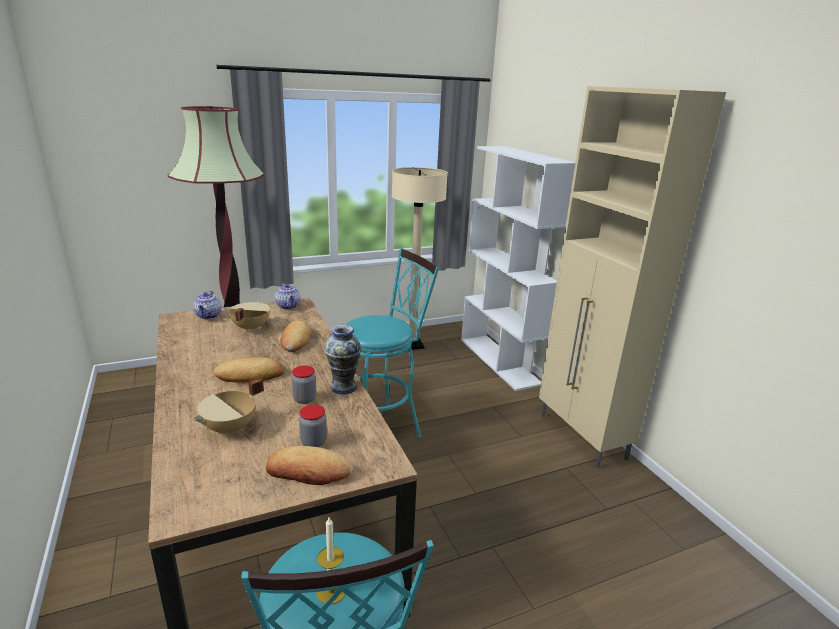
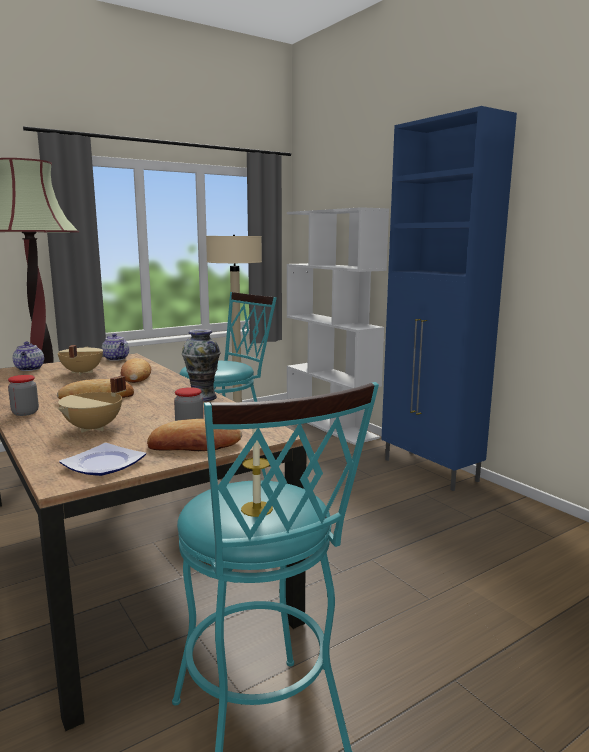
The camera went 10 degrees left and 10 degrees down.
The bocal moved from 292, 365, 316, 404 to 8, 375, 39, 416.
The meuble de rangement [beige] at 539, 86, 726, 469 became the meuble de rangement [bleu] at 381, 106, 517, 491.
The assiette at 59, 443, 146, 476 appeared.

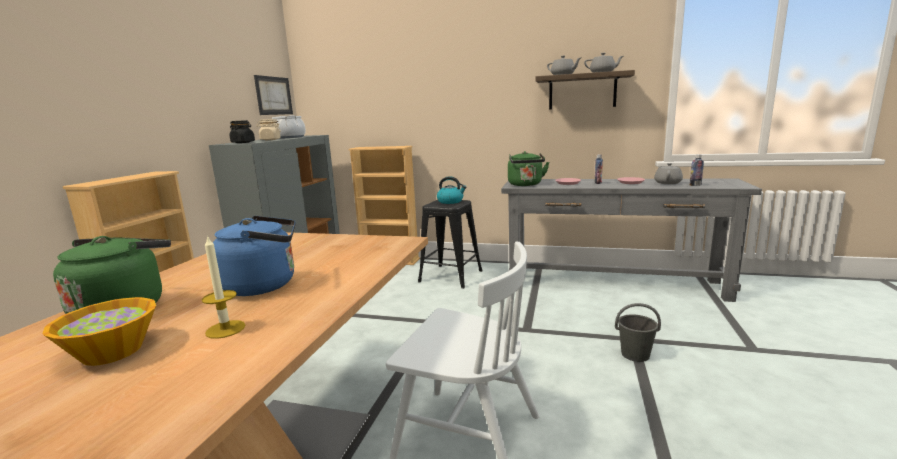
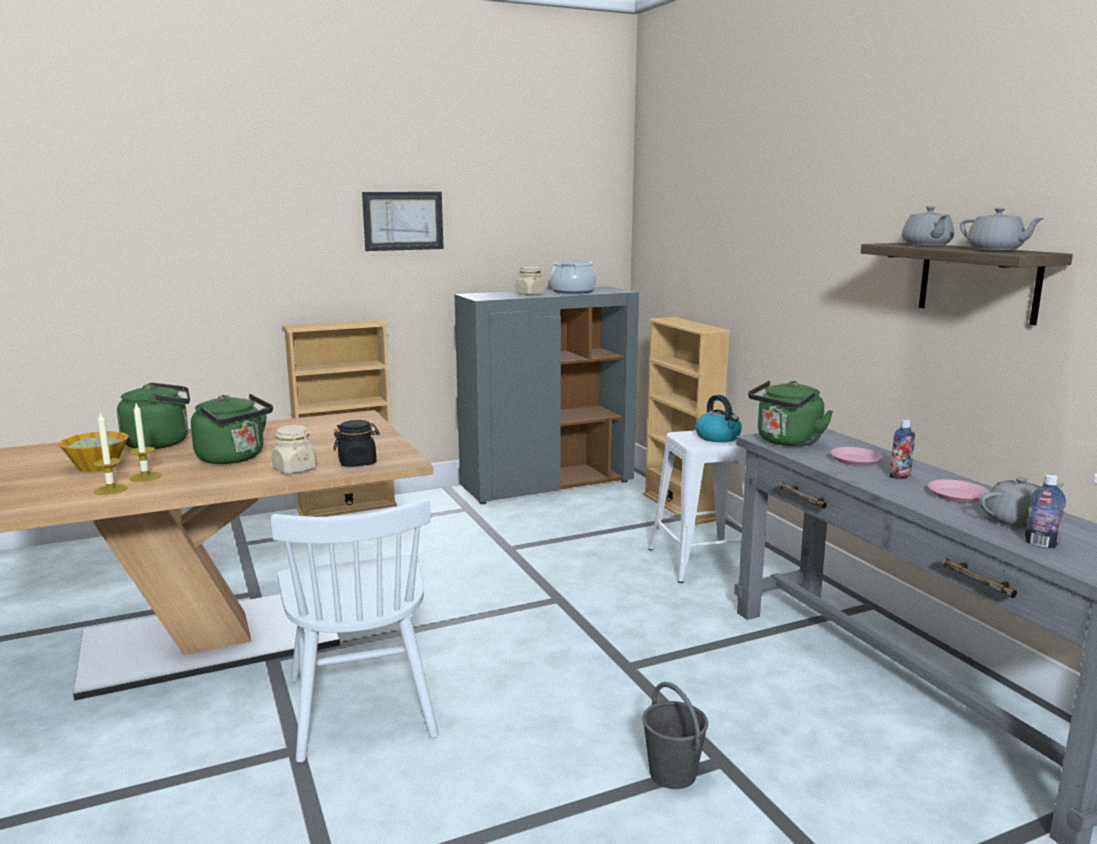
The camera went 50 degrees right and 0 degrees up.
The bouilloire [bleu] at 213, 216, 296, 296 became the bouilloire [vert] at 191, 394, 273, 464.
The bocal [noir] moved from 229, 120, 255, 143 to 333, 420, 380, 467.
The tableau moved from 254, 75, 293, 115 to 362, 192, 444, 251.
The tabouret [noir] at 418, 200, 482, 289 became the tabouret [blanc] at 648, 430, 747, 583.
The bougie at 93, 413, 127, 495 appeared.
The bocal [beige] at 271, 425, 317, 473 appeared.

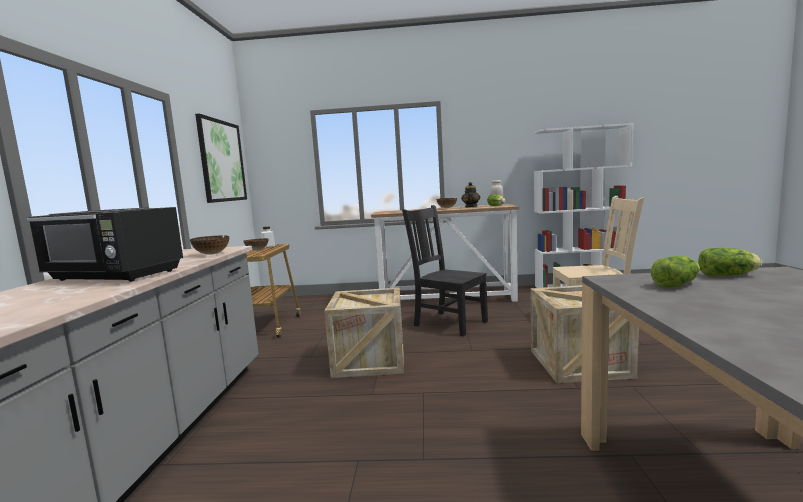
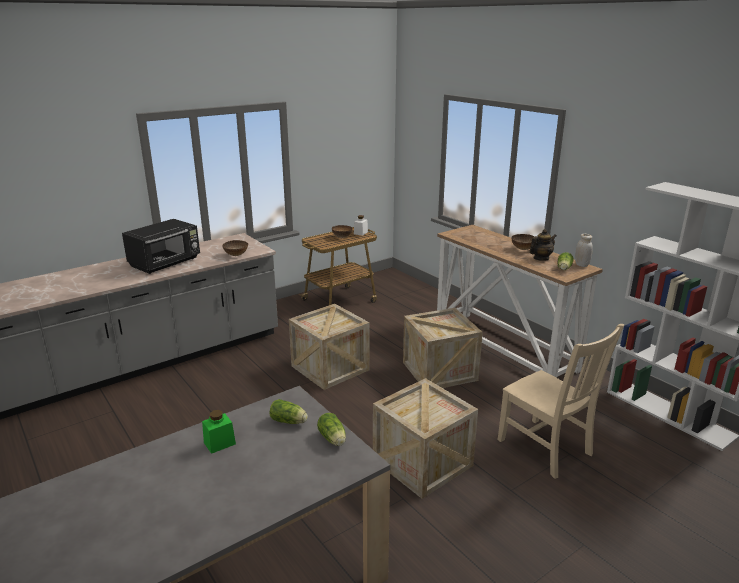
The camera went 50 degrees right and 15 degrees up.
The micro-ondes [noir] at 26, 207, 183, 282 turned 120 degrees counterclockwise.
The tableau at 195, 114, 247, 203 disappeared.
The chaise [noir] at 402, 205, 488, 336 was replaced by the caisse at 403, 308, 483, 388.
The bocal [vert] at 202, 410, 236, 454 appeared.

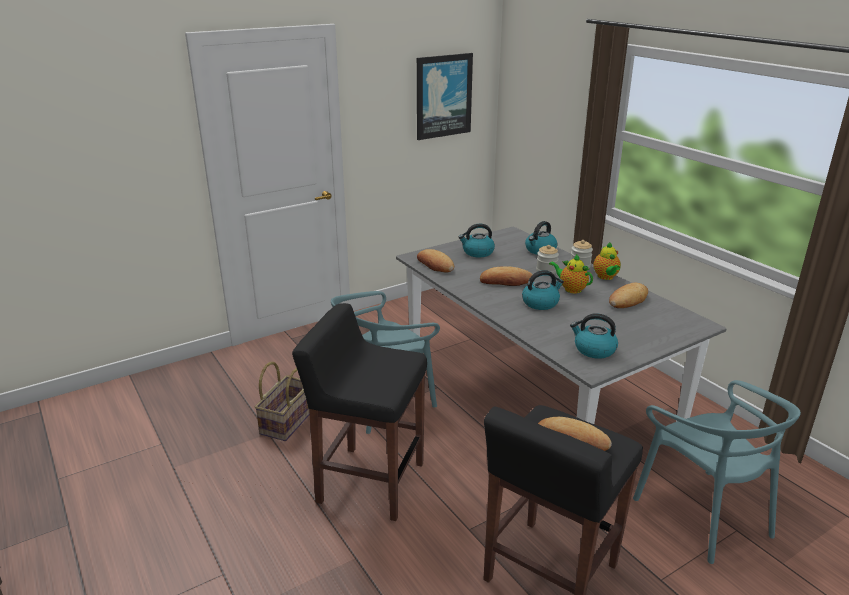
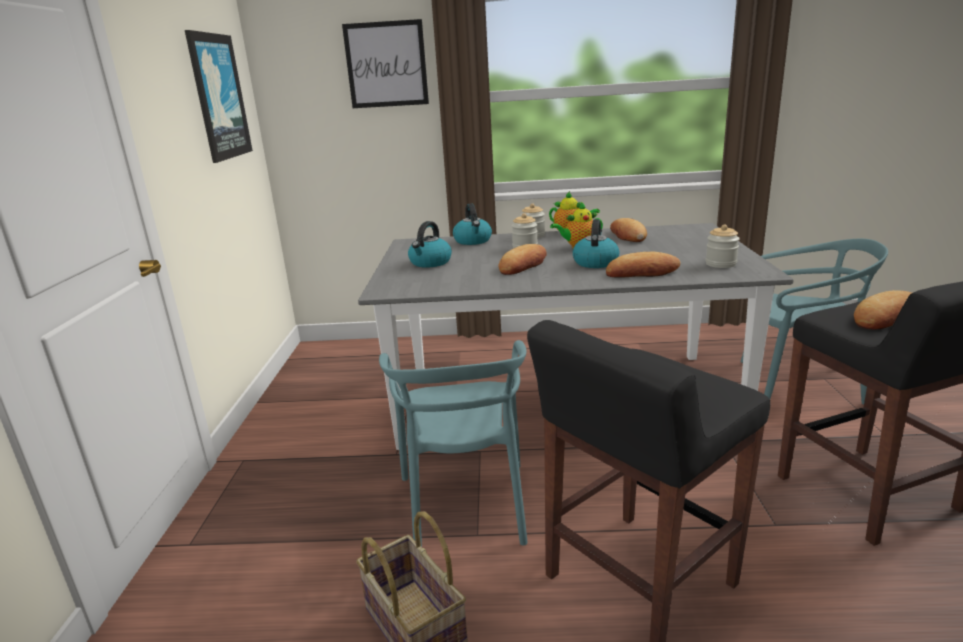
The camera went 55 degrees left and 5 degrees down.
The pain moved from 417, 249, 454, 273 to 606, 252, 681, 278.
The bouilloire at 570, 313, 618, 359 was replaced by the bocal at 706, 224, 740, 268.
The tableau at 342, 19, 429, 108 appeared.

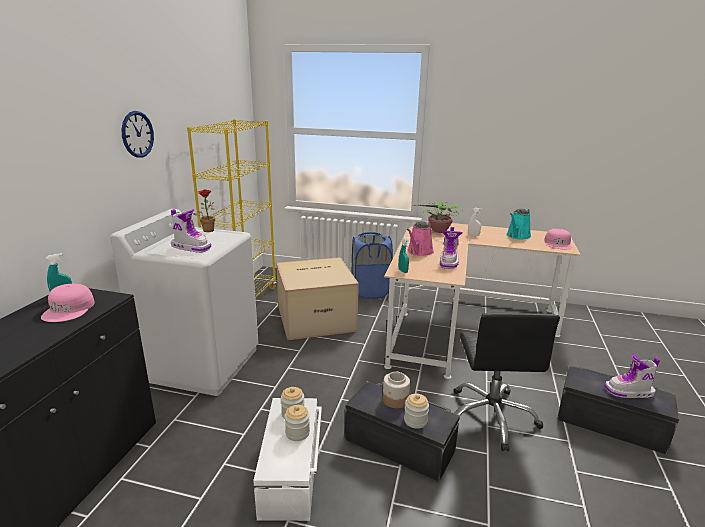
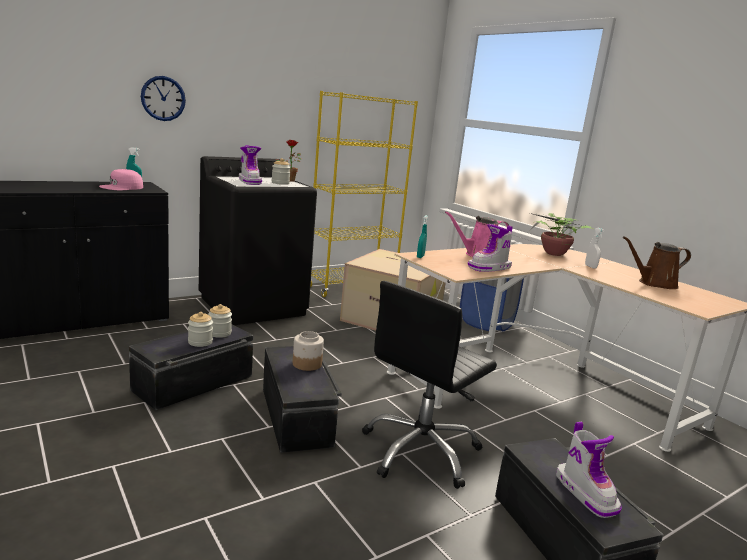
The camera went 40 degrees right and 5 degrees down.
The lave-linge [blanc] at 110, 209, 258, 396 became the lave-linge [noir] at 199, 156, 317, 325.
The horloge murale moved from 121, 111, 154, 157 to 141, 76, 186, 121.
The boîte de rangement [blanc] at 253, 398, 322, 521 became the boîte de rangement [noir] at 129, 324, 253, 411.
The bocal moved from 404, 394, 429, 429 to 271, 158, 291, 185.
The arrosoir [turquoise] at 506, 209, 531, 239 became the arrosoir [marron] at 623, 236, 691, 289.
The casquette [rose] at 544, 229, 572, 249 disappeared.
The botte at 604, 353, 660, 398 turned 150 degrees counterclockwise.

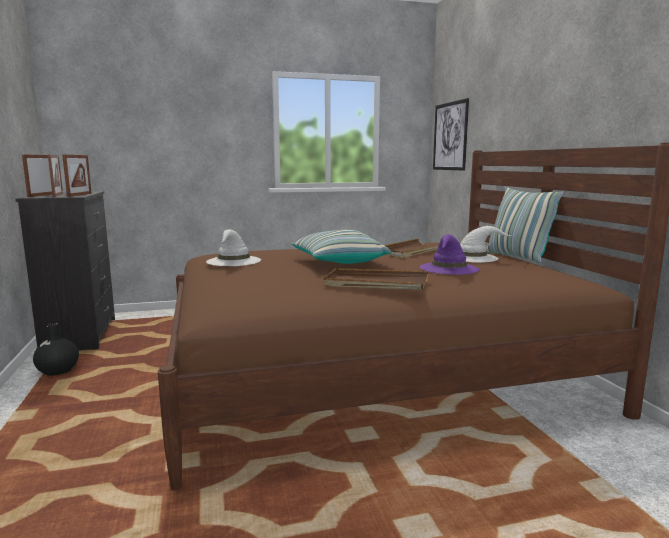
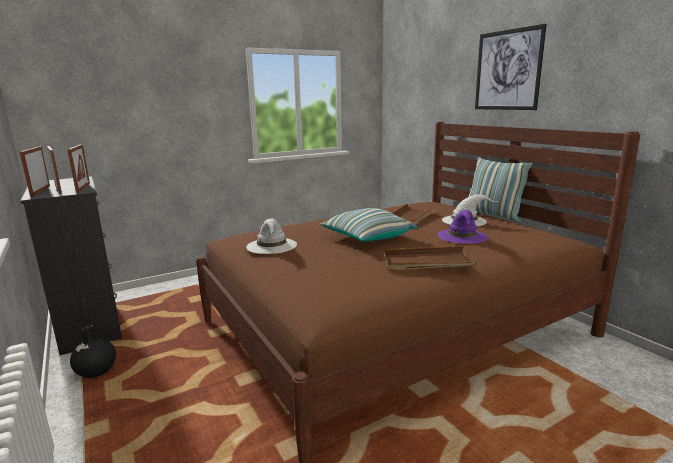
The camera went 15 degrees left and 5 degrees up.
The tableau moved from 433, 98, 469, 171 to 475, 24, 547, 110.

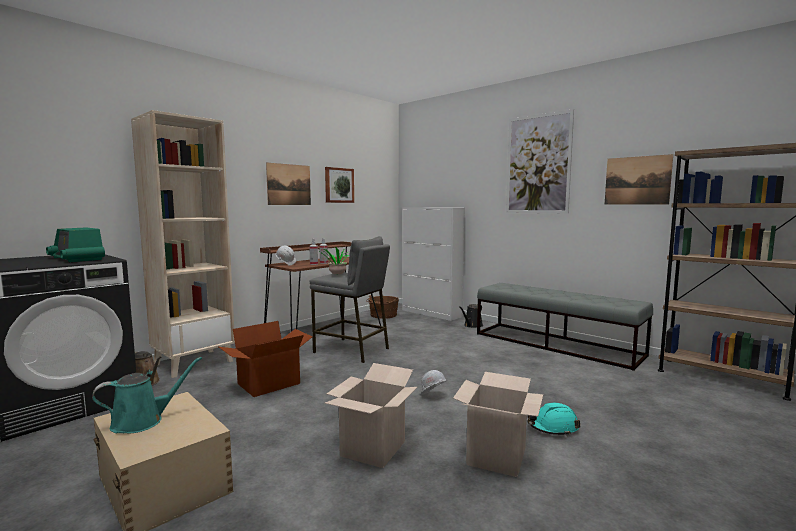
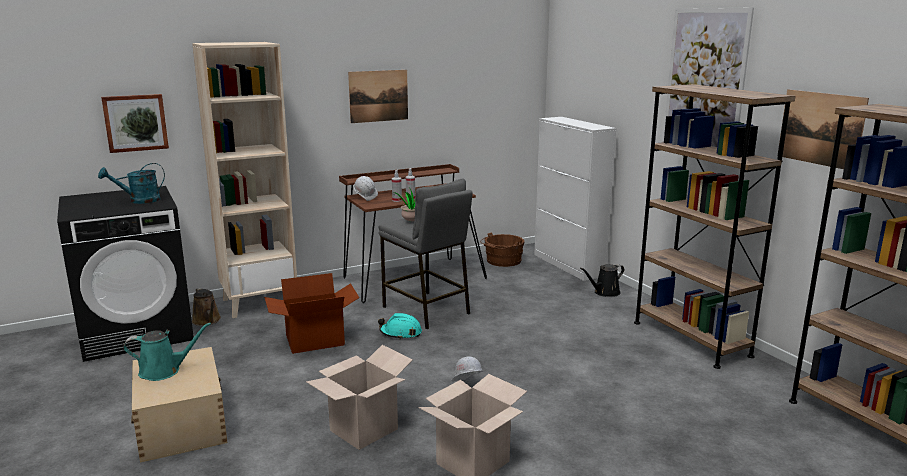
The camera went 20 degrees right and 10 degrees up.
The radio at 46, 227, 105, 262 was replaced by the arrosoir [turquoise] at 98, 163, 165, 204.
The tableau moved from 325, 167, 354, 203 to 101, 94, 169, 153.
The banc [gris] at 477, 283, 653, 371 was replaced by the bibliothèque [marron] at 634, 84, 796, 369.
The casque de chantier [turquoise] moved from 528, 403, 580, 436 to 378, 313, 422, 340.

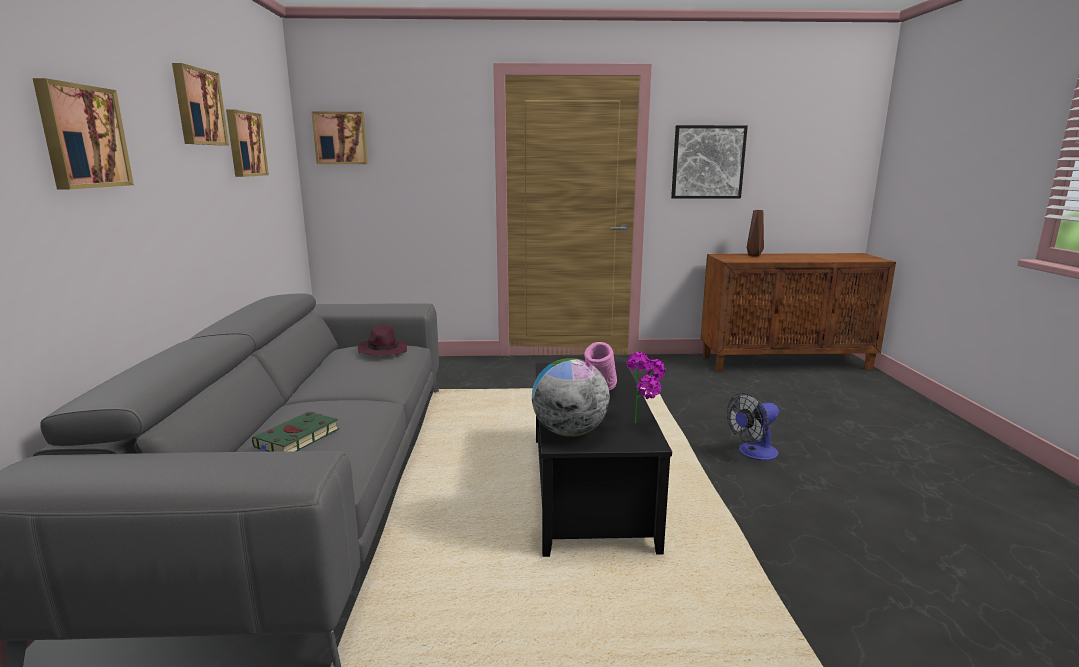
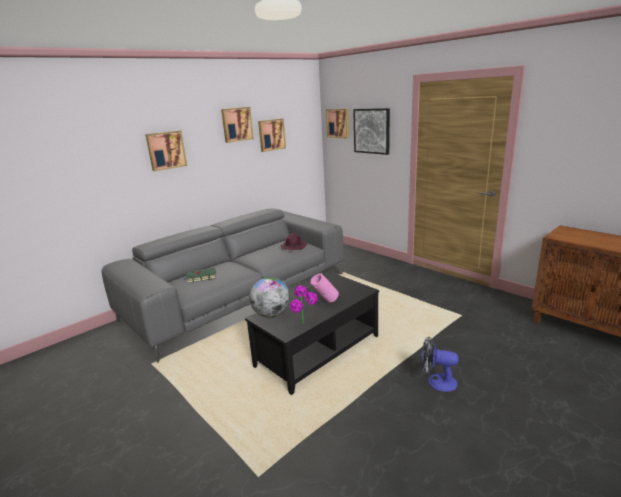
The camera went 50 degrees right and 5 degrees up.
The tableau moved from 671, 125, 748, 199 to 353, 108, 390, 155.
The vase [marron] at 747, 210, 764, 256 disappeared.

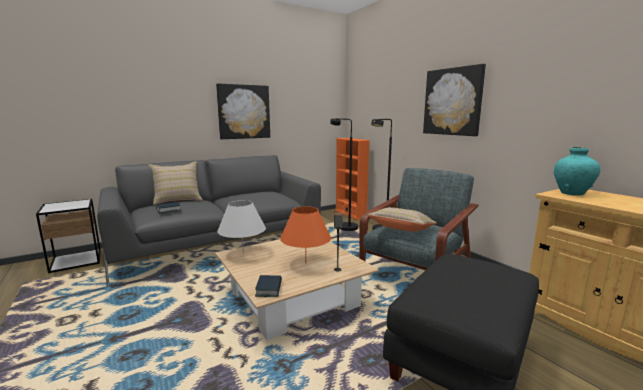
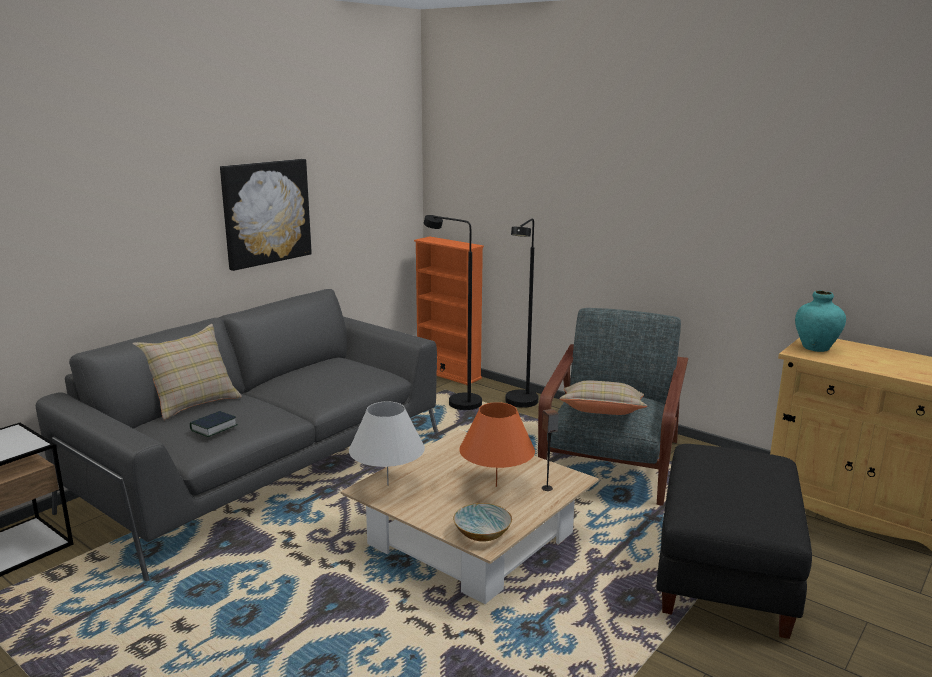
The camera went 20 degrees left and 5 degrees up.
The livre at 255, 275, 282, 297 was replaced by the bol at 453, 503, 512, 542.
The tableau at 423, 64, 486, 136 disappeared.

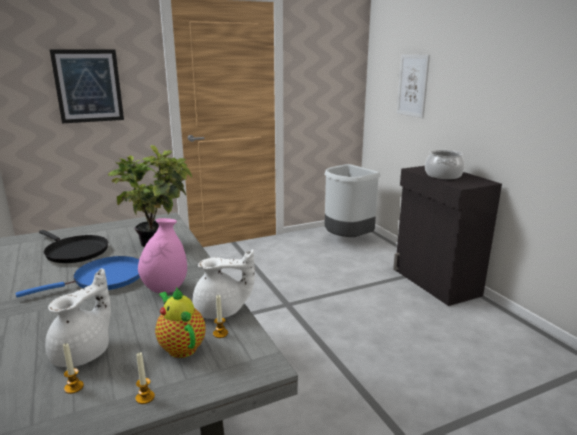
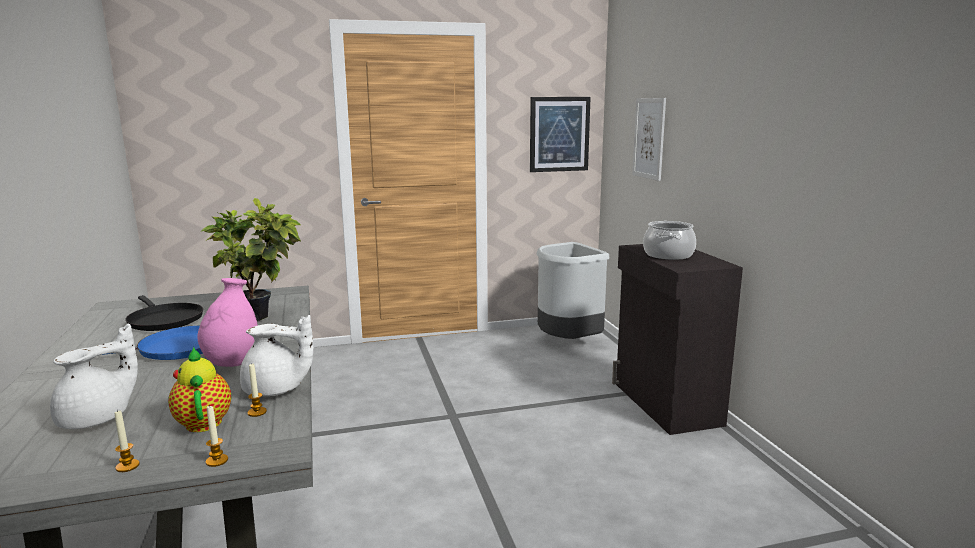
The camera went 10 degrees right and 5 degrees down.
The tableau moved from 50, 49, 124, 123 to 530, 97, 591, 172.
The bougie moved from 63, 343, 84, 394 to 206, 405, 228, 467.

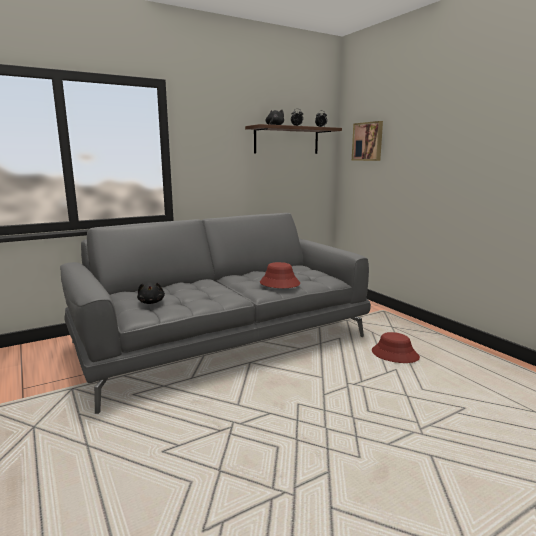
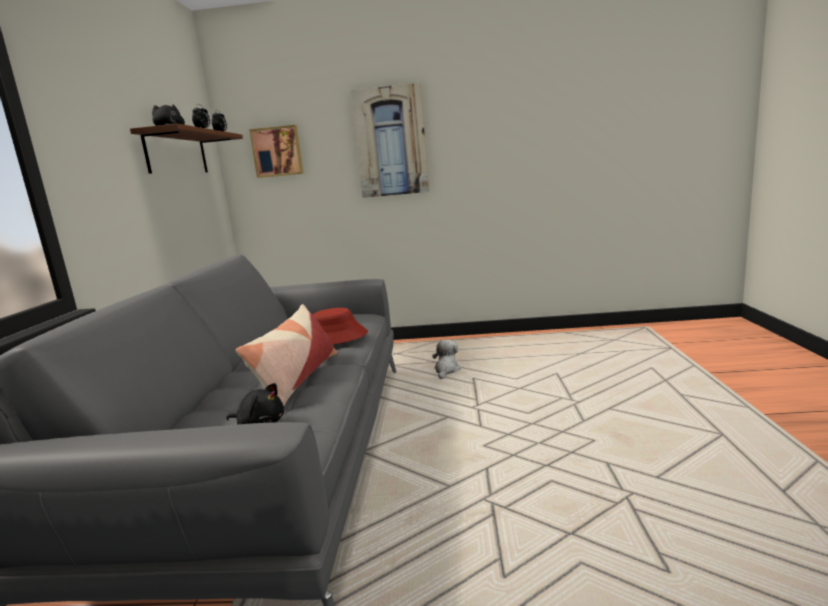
The camera went 55 degrees left and 0 degrees up.
The chapeau [rouge] at 372, 332, 420, 363 was replaced by the peluche at 432, 340, 461, 379.
The coussin at 236, 304, 337, 406 appeared.
The tableau at 350, 83, 429, 198 appeared.

